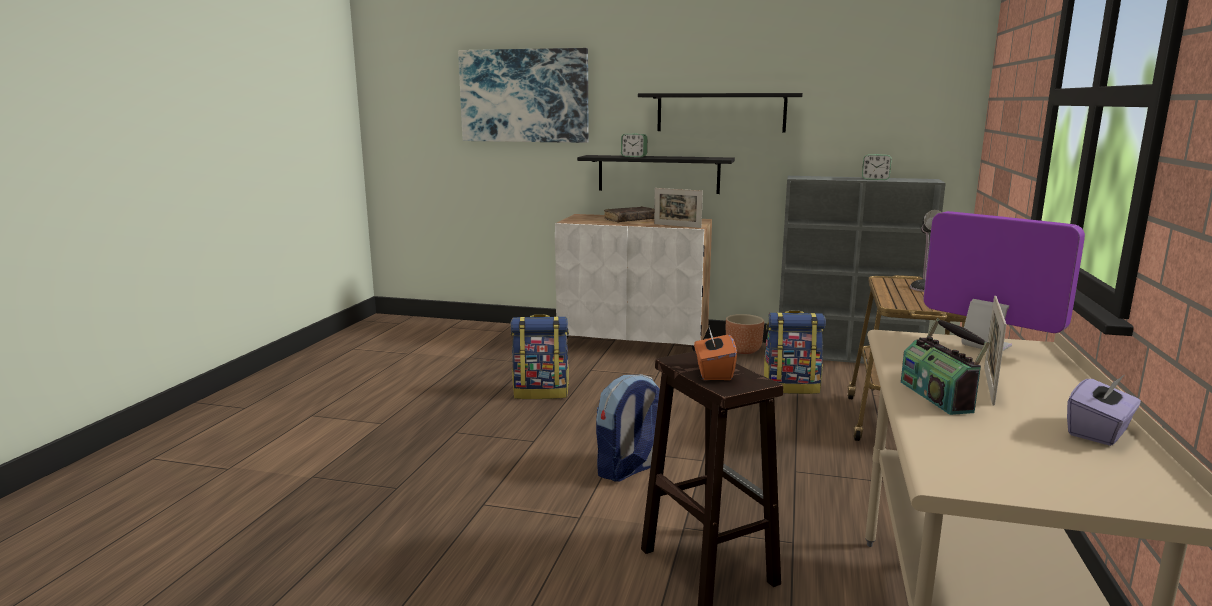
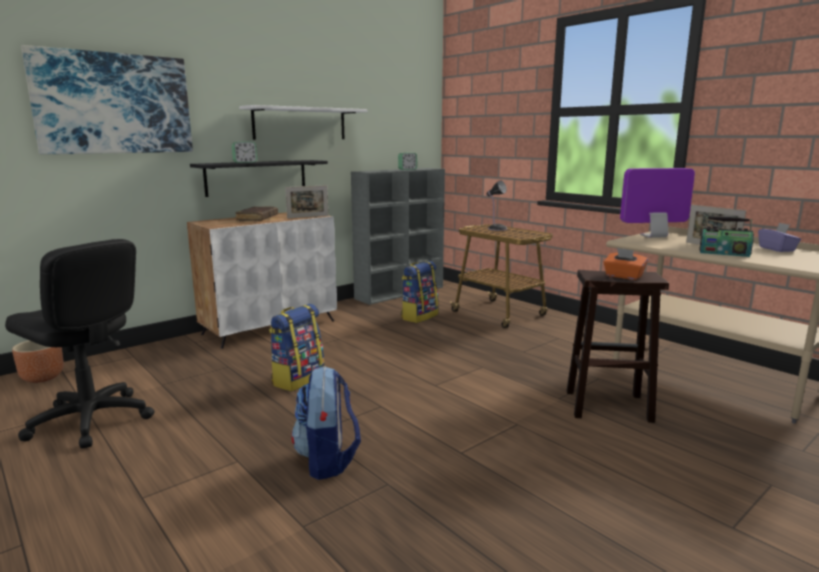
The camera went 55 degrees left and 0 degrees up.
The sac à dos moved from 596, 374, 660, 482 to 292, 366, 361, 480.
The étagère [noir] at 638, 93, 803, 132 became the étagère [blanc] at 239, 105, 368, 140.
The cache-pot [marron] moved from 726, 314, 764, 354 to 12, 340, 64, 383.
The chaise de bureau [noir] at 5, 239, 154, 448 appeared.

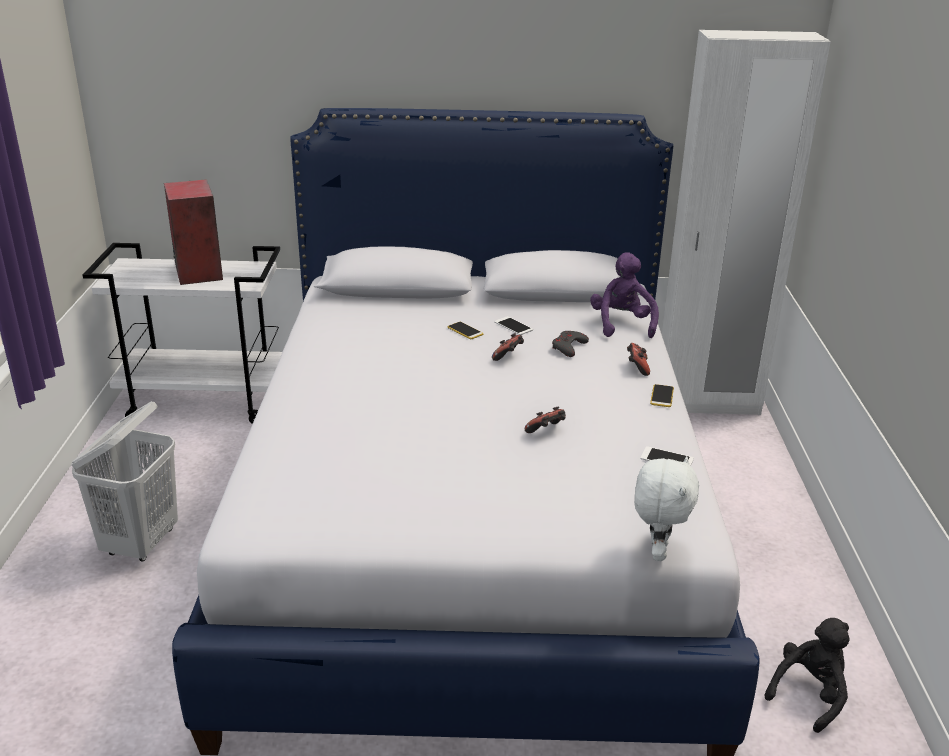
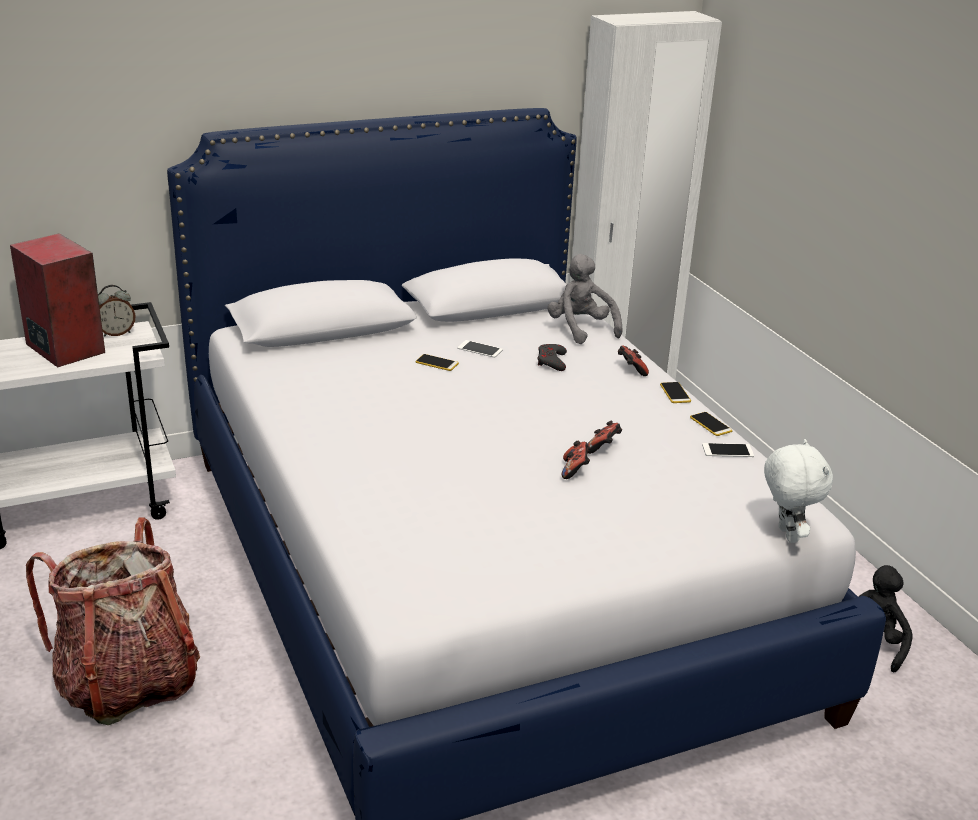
The camera went 25 degrees left and 0 degrees up.
The panier à linge [blanc] at 71, 401, 178, 562 was replaced by the sac à dos at 26, 517, 200, 725.
The manette moved from 492, 333, 524, 361 to 562, 441, 591, 479.
The peluche [violet] at 590, 252, 659, 338 became the peluche [gris] at 548, 254, 623, 344.
The réveil at 98, 285, 135, 337 appeared.
The téléphone at 690, 412, 732, 436 appeared.

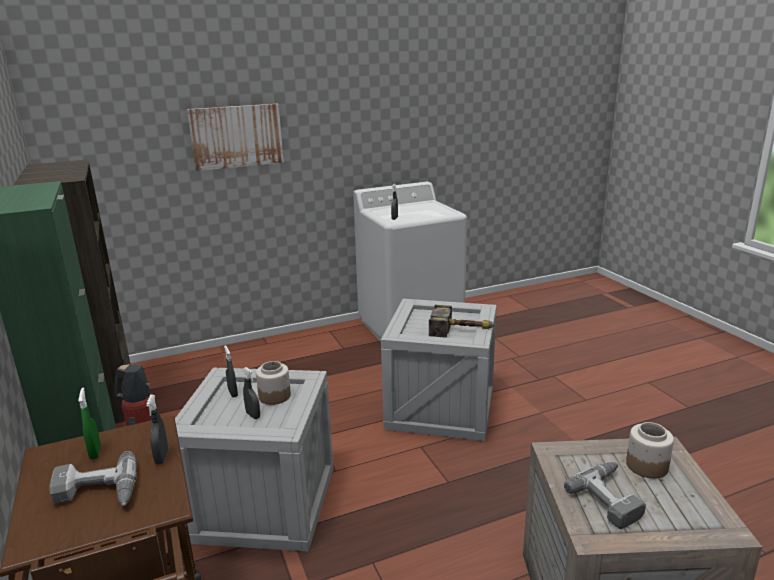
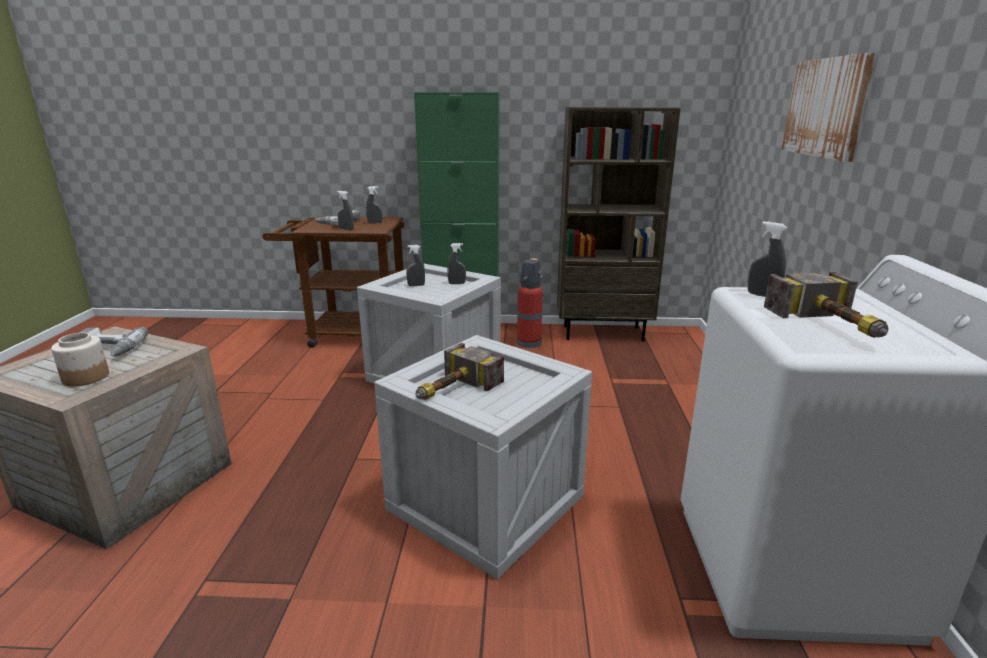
The camera went 115 degrees right and 0 degrees up.
The vaporisateur [vert] at 78, 388, 101, 460 became the vaporisateur [gris] at 366, 186, 382, 224.
The bocal at 256, 361, 291, 405 disappeared.
The marteau at 764, 272, 888, 338 appeared.

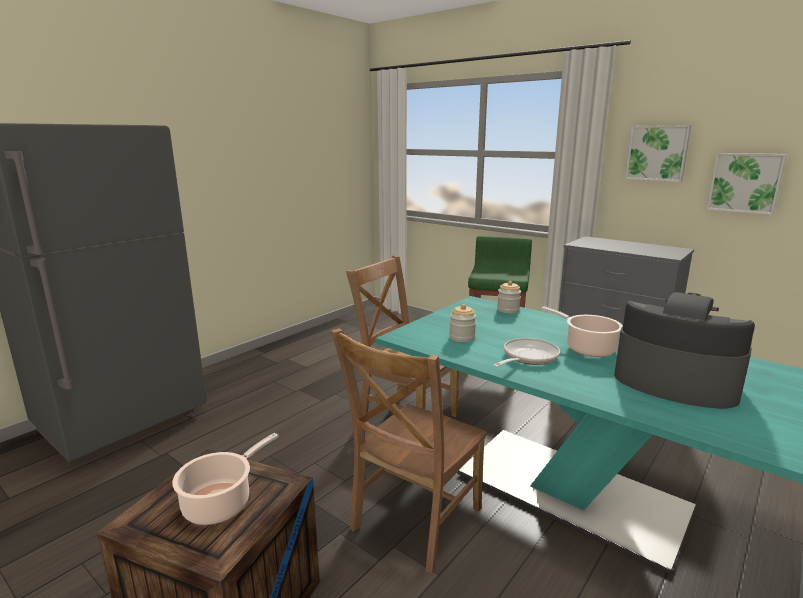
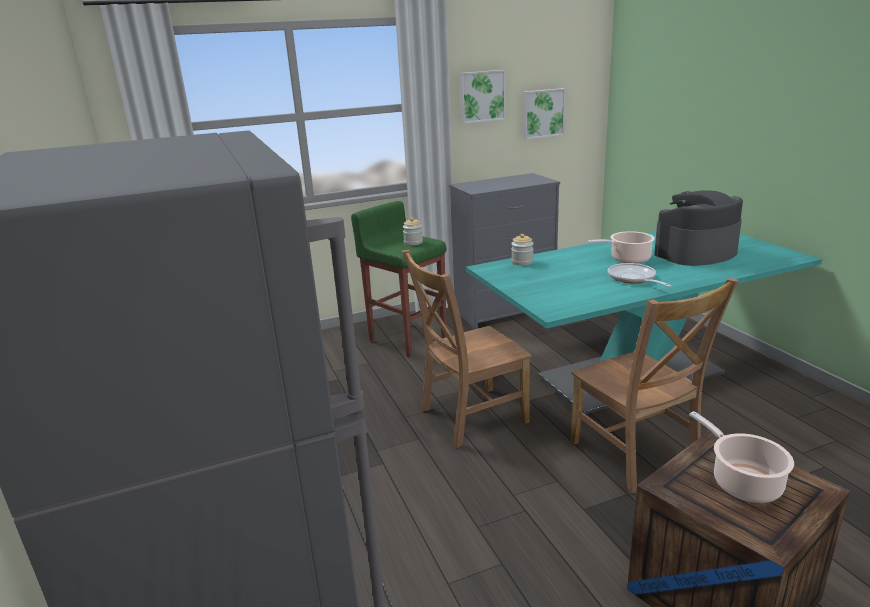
The camera went 60 degrees left and 5 degrees up.
The bocal moved from 449, 304, 476, 342 to 403, 218, 423, 245.

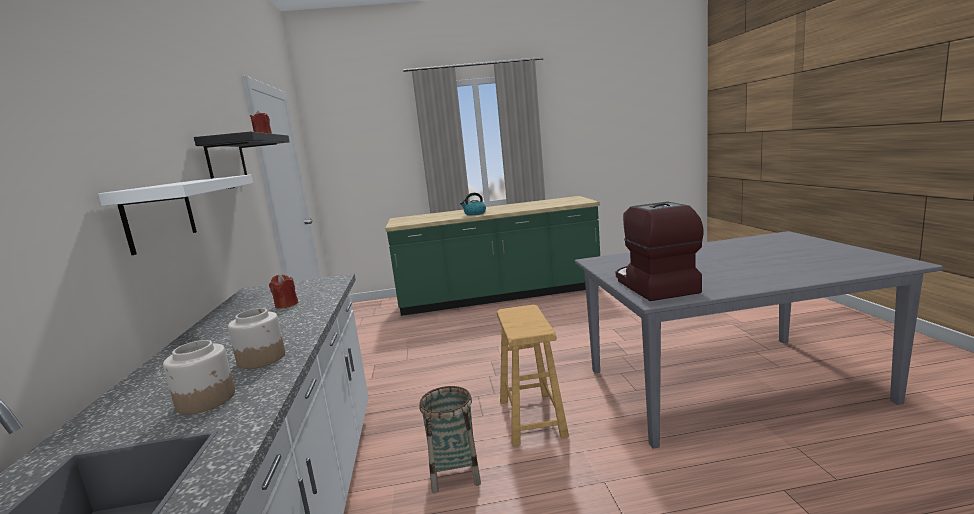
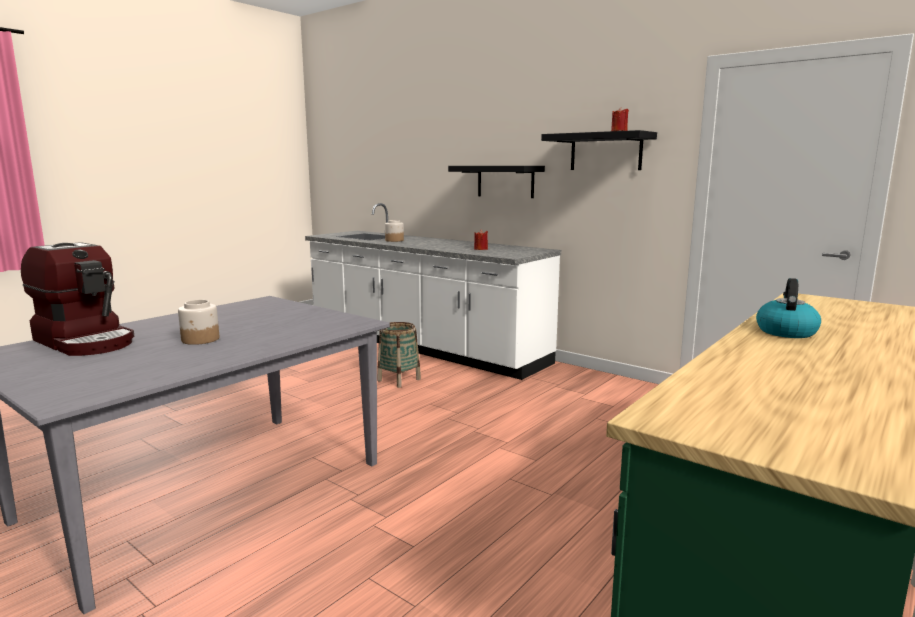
The camera went 135 degrees right and 0 degrees up.
The étagère [blanc] at 98, 174, 253, 255 became the étagère [noir] at 448, 166, 545, 198.
The bocal moved from 228, 308, 285, 369 to 178, 300, 219, 345.
The tabouret [marron] at 497, 305, 569, 446 disappeared.
The machine à café moved from 616, 202, 704, 301 to 21, 242, 134, 356.

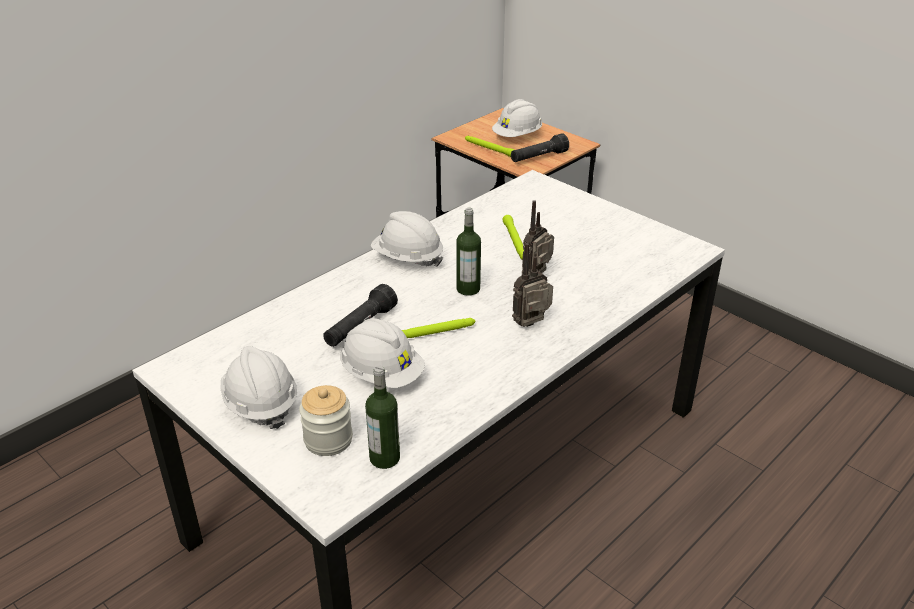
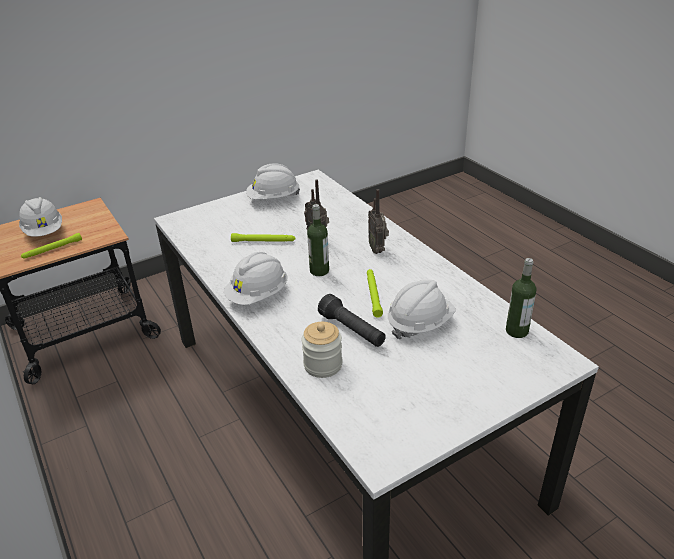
The camera went 75 degrees left and 0 degrees up.
The casque de chantier [blanc] moved from 221, 346, 297, 429 to 246, 163, 300, 199.
The bocal moved from 299, 385, 353, 456 to 301, 322, 342, 378.
The lampe de poche [noir] at 511, 133, 569, 162 disappeared.

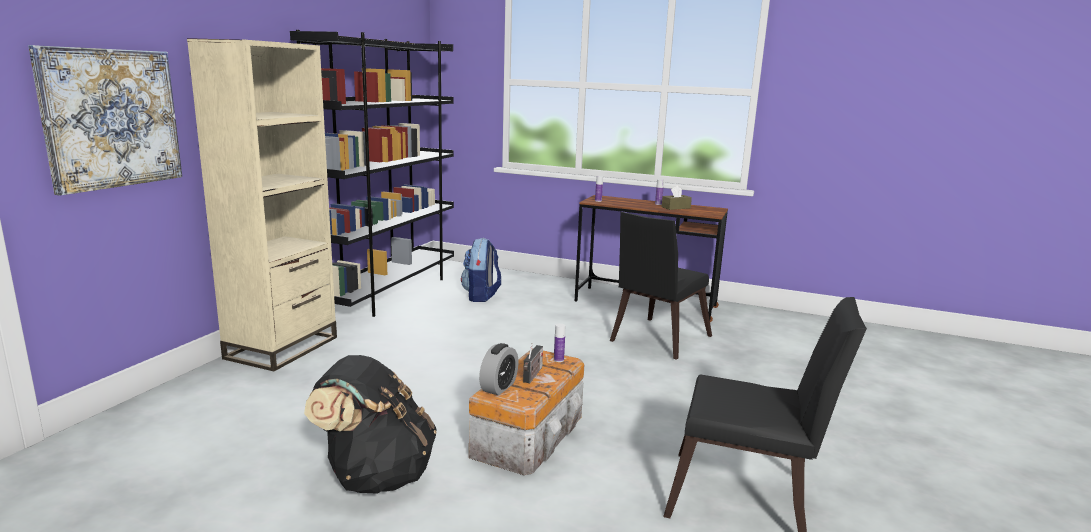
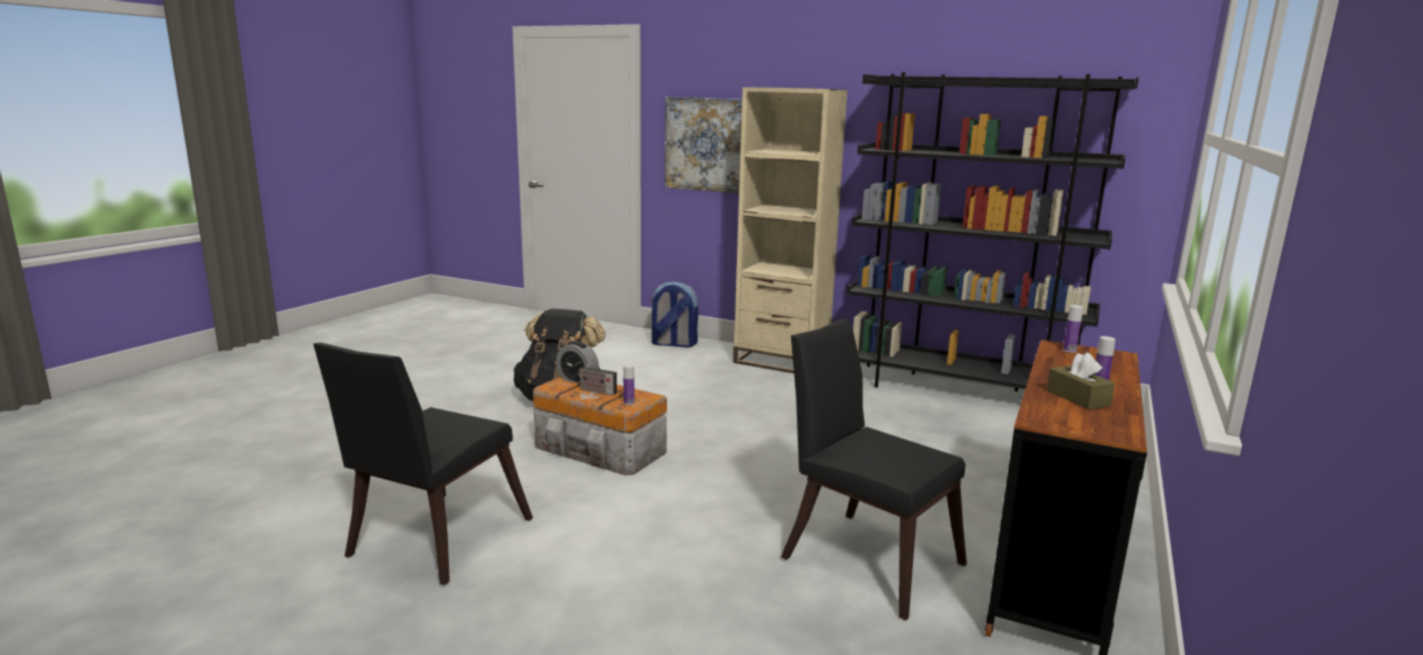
The camera went 95 degrees right and 0 degrees up.
The sac à dos moved from 461, 238, 501, 302 to 650, 282, 698, 348.

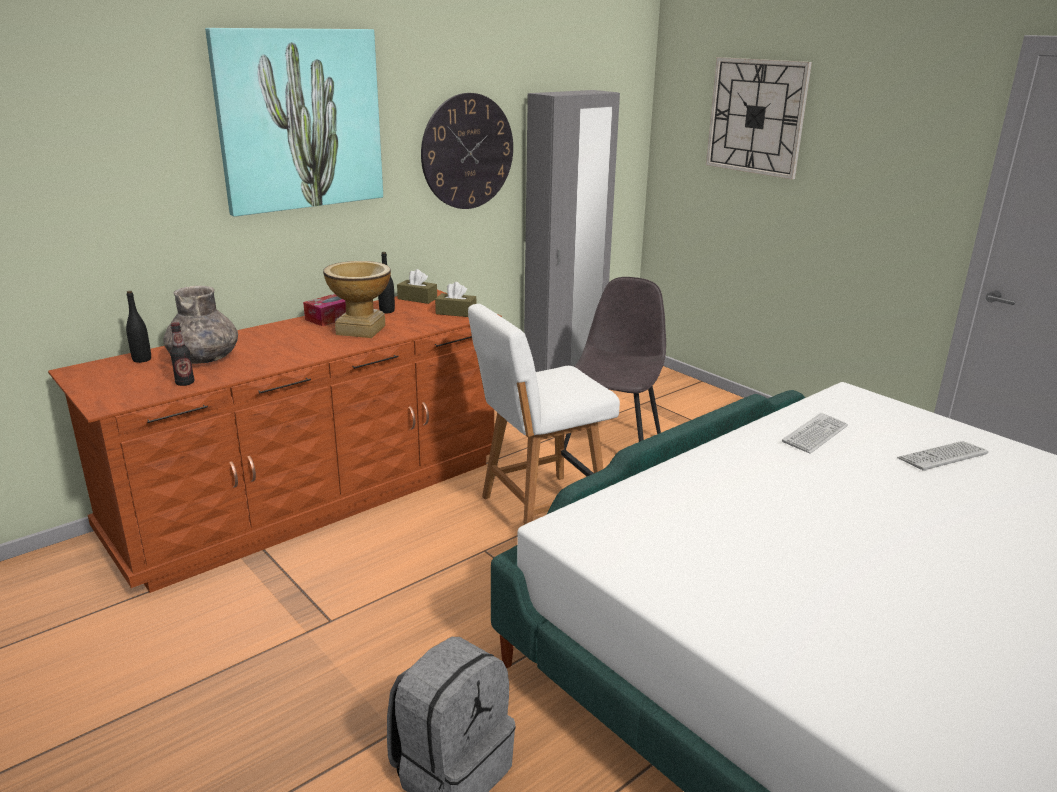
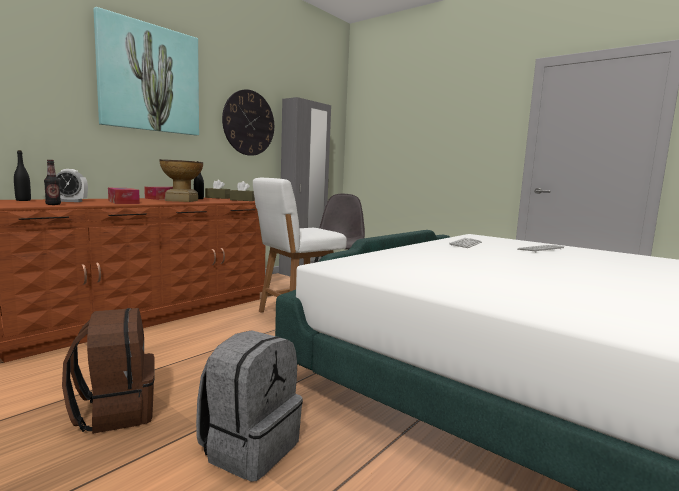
The camera went 10 degrees left and 15 degrees down.
The vase [gris] at 163, 286, 238, 364 was replaced by the réveil at 56, 169, 88, 202.
The horloge murale at 706, 57, 812, 179 disappeared.
The sac à dos [marron] at 62, 308, 155, 434 appeared.
The boîte à mouchoirs at 108, 188, 140, 204 appeared.

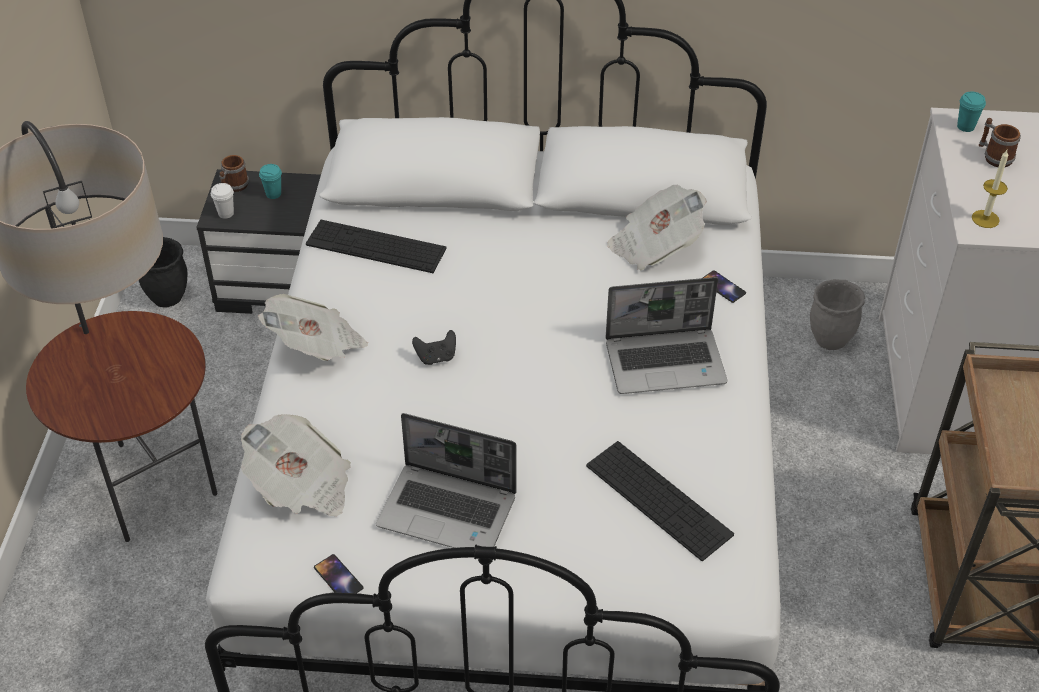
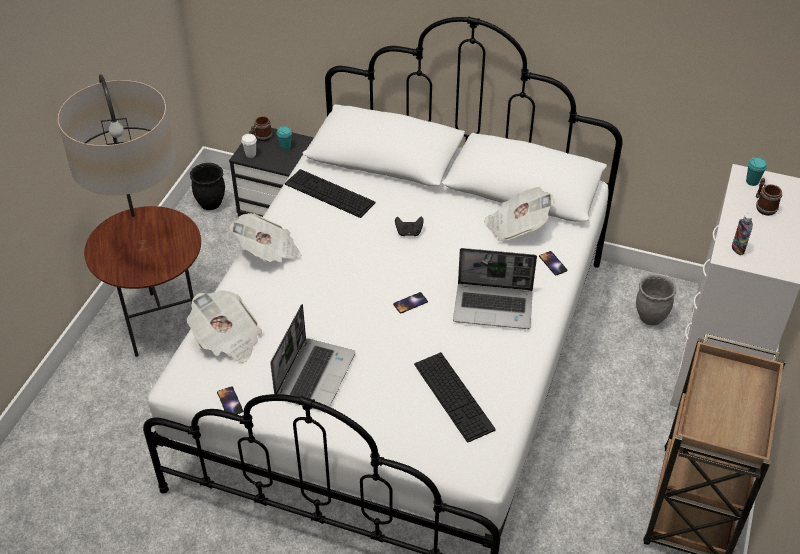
The camera went 15 degrees right and 0 degrees up.
The ordinateur portable at 376, 413, 516, 548 turned 105 degrees counterclockwise.
The manette [noir] moved from 412, 330, 456, 365 to 395, 217, 424, 236.
The bougie at 972, 150, 1008, 228 was replaced by the bouteille at 732, 214, 753, 255.
The téléphone at 393, 292, 428, 314 appeared.

